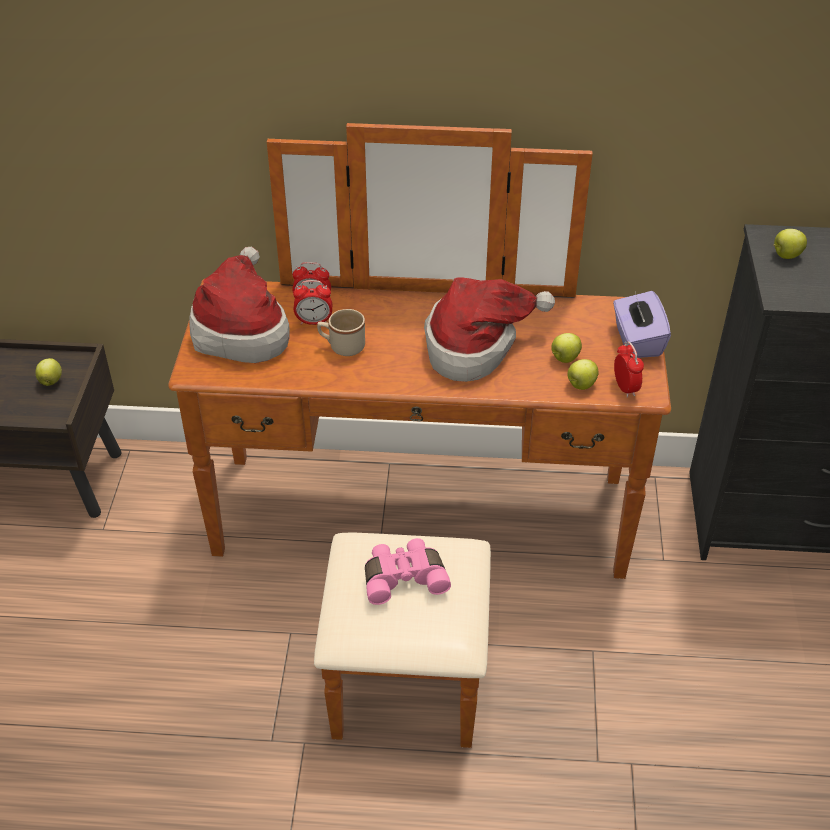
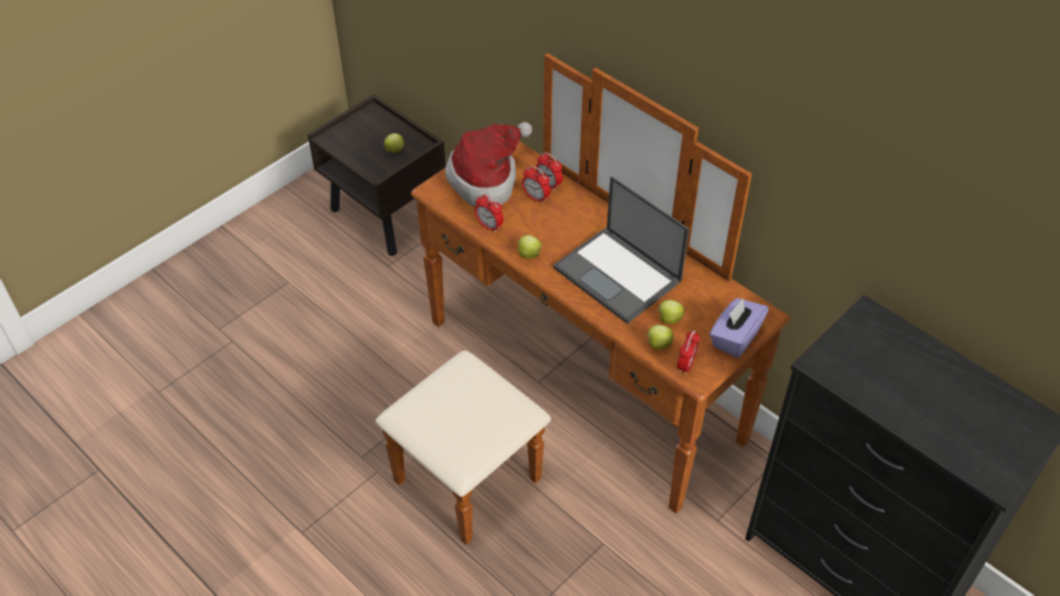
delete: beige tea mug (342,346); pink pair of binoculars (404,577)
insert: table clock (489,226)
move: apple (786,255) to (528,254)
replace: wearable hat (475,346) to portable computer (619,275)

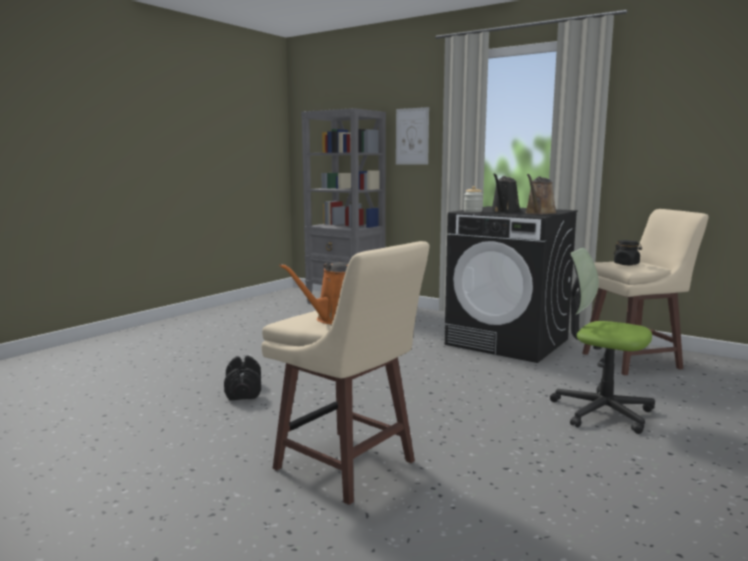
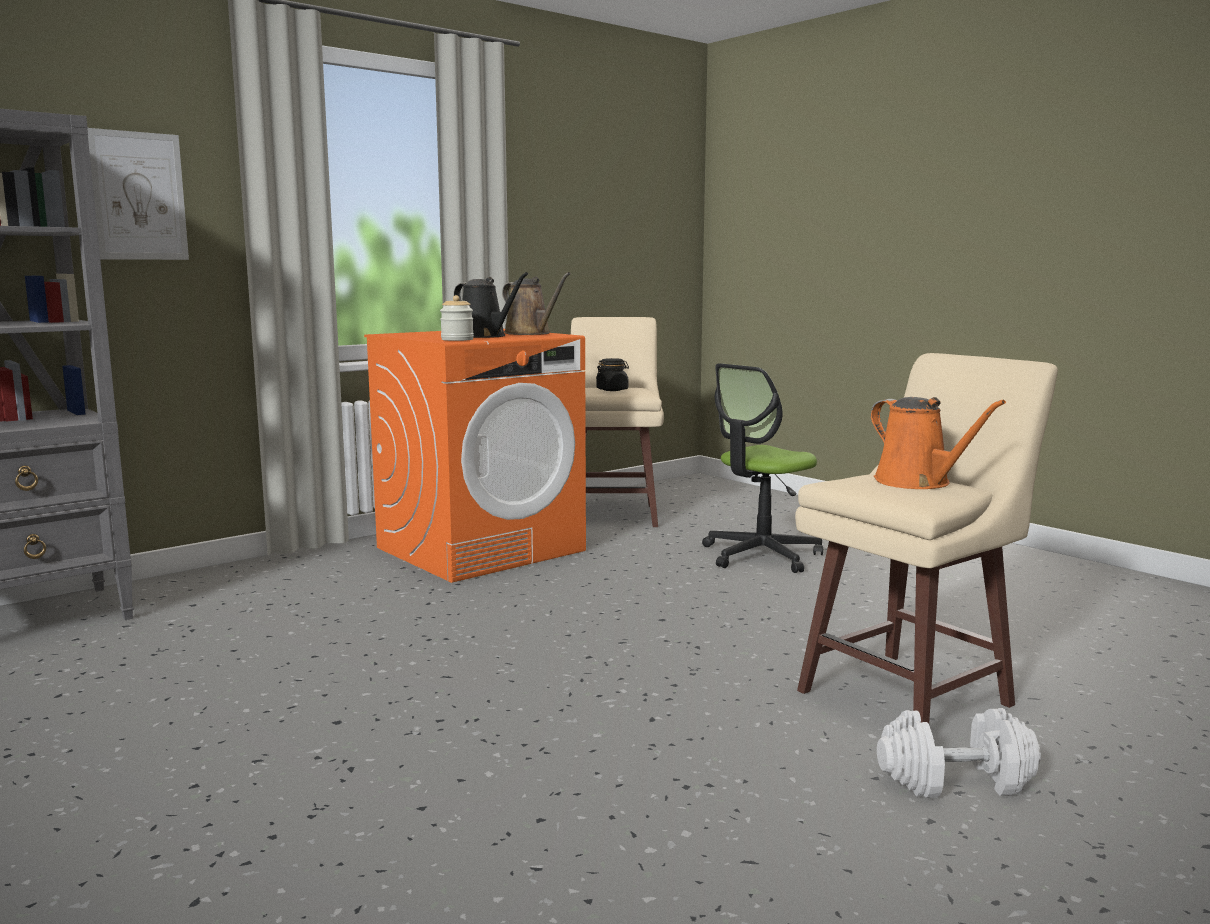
delete: black-coloured hand weight (243,391)
insert: white hand weight (955,780)
recolor: black-coloured laundry appliance (508,342) to orange laundry appliance (481,549)

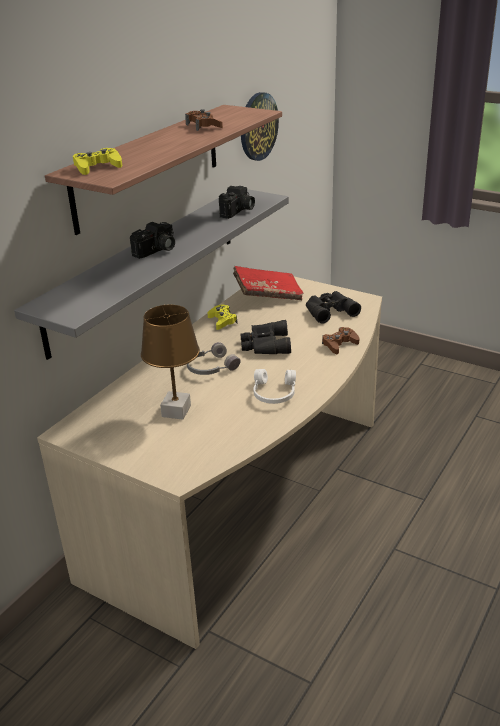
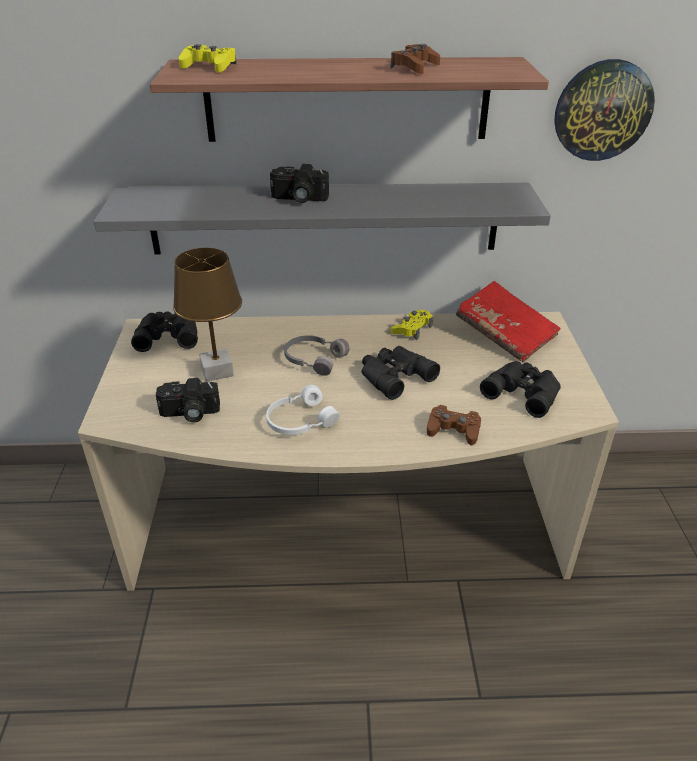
insert: black-coloured pair of binoculars (168,335)
move: still camera (238,211) to (189,413)

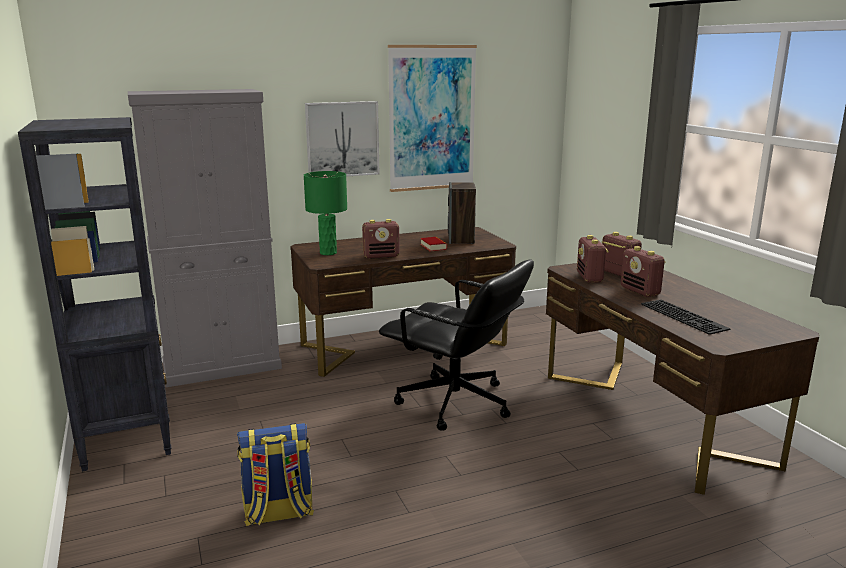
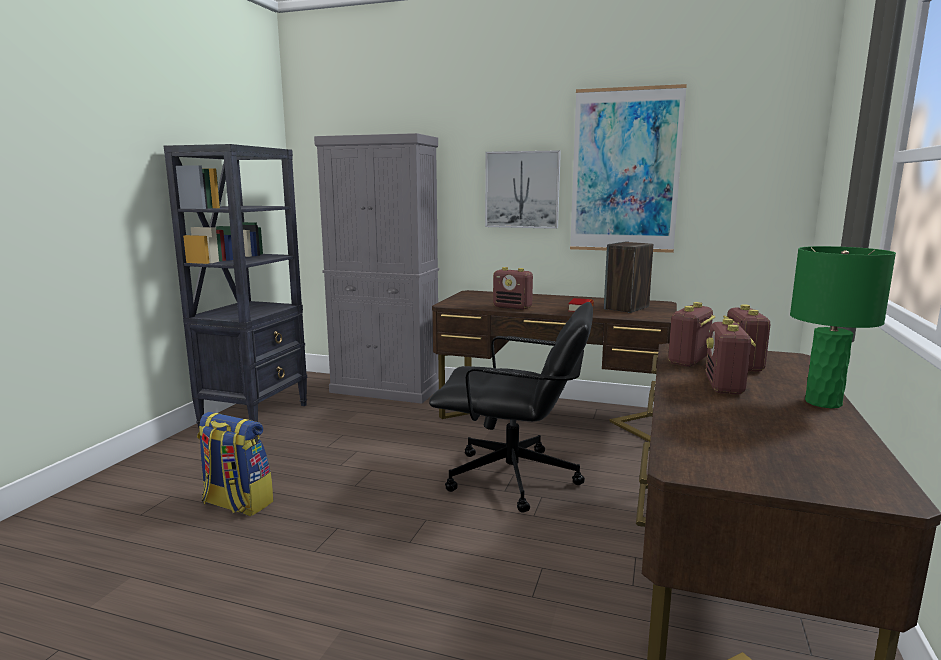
delete: computer keyboard (685,316)
move: greenish lamp for a table (328,253) to (823,402)
rotate: black-coloured computer chair (455,403) = (514,479) 60 degrees counterclockwise

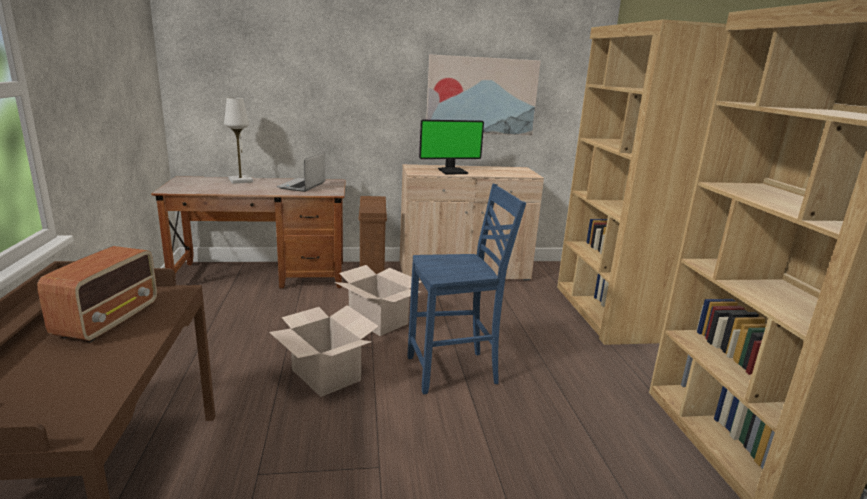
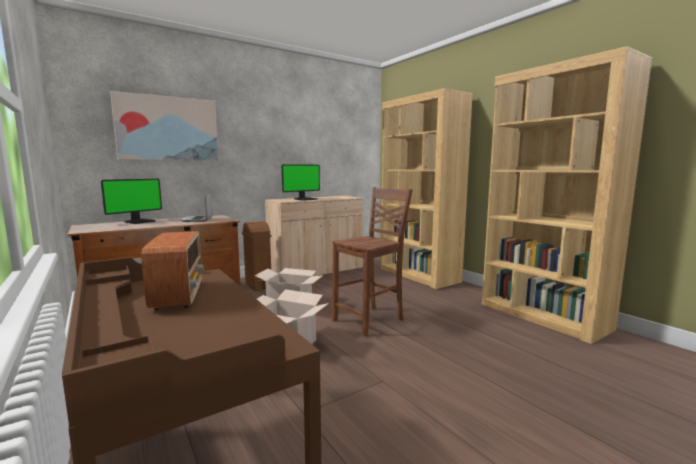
move: wall art (481,96) to (168,128)
replace: white lamp for a table (240,180) to monitor (139,221)
recolor: blue-coloured chair (454,371) to brown-coloured chair (370,320)

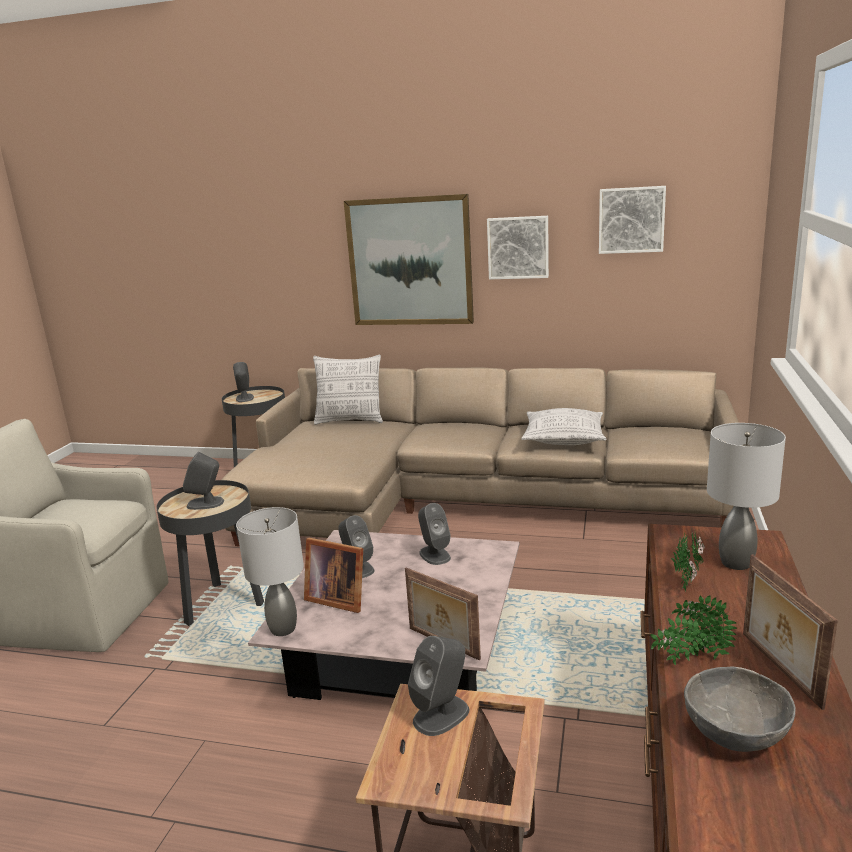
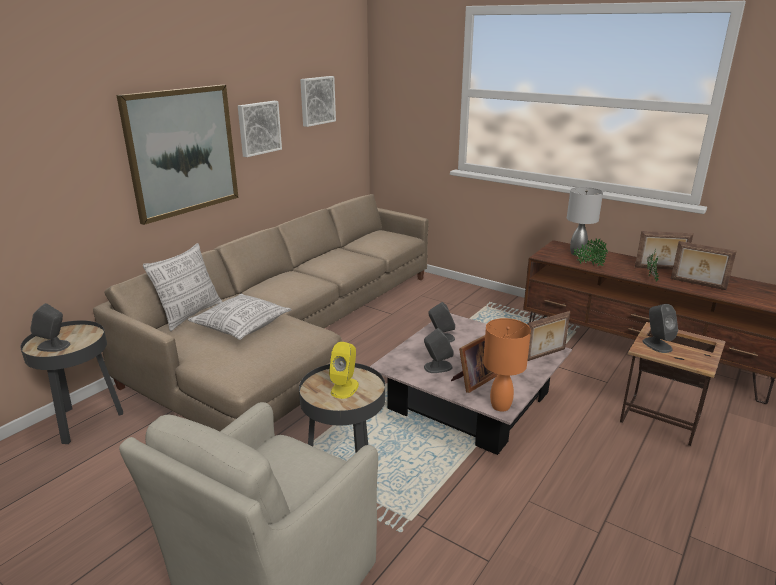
move: cushion (564,439) to (242,326)
replace: greyish deep dish (736,732) to picture frame (697,284)
recolor: greyish speaker (206,503) to yellowish speaker (345,388); greyish lamp for a table (283,629) to orange lamp for a table (501,406)

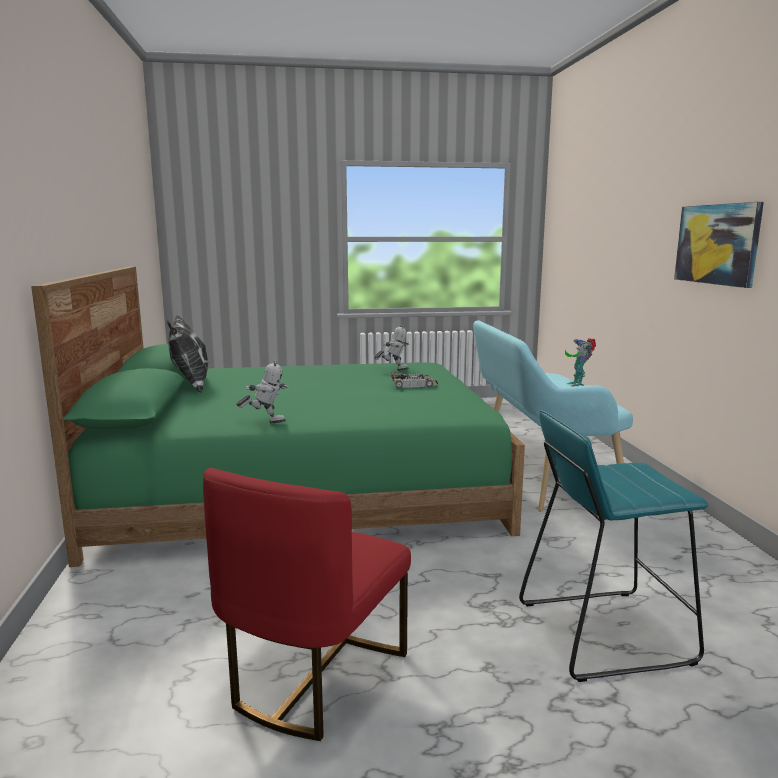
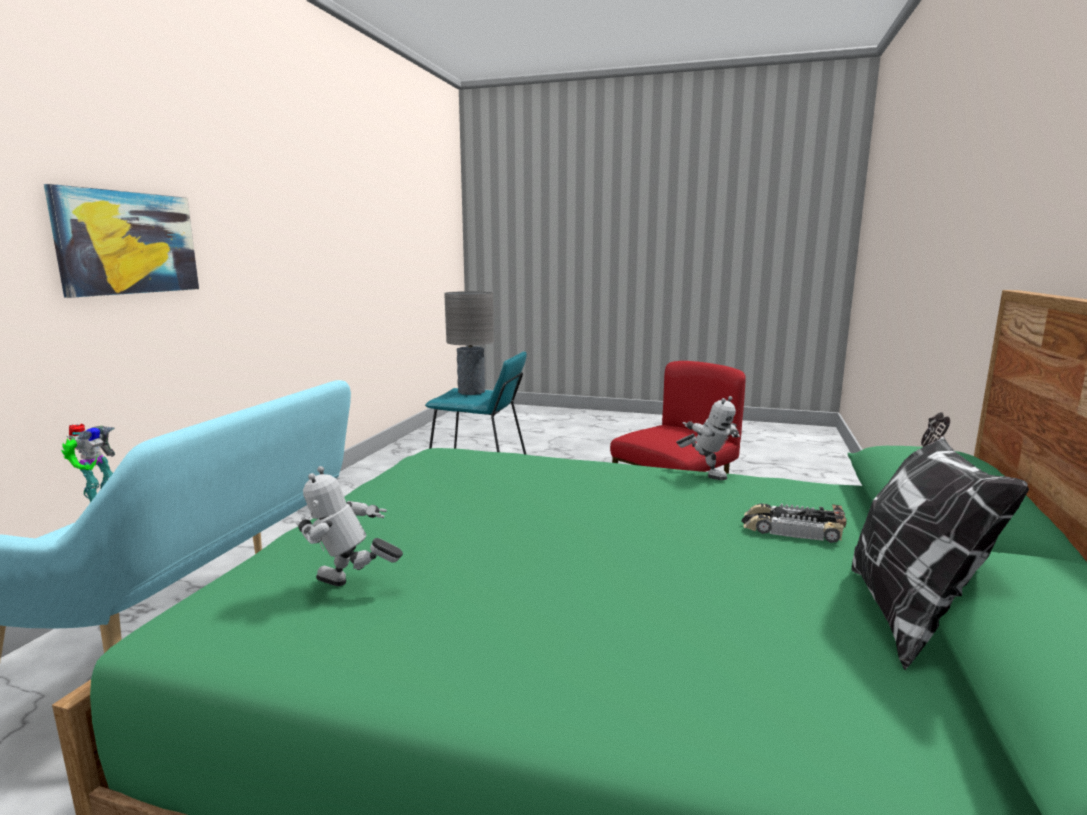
insert: greyish lamp for a table (471,392)
move: toy car (414,385) to (791,529)
rotate: robot figure (265,422) = (707,474) 150 degrees counterclockwise

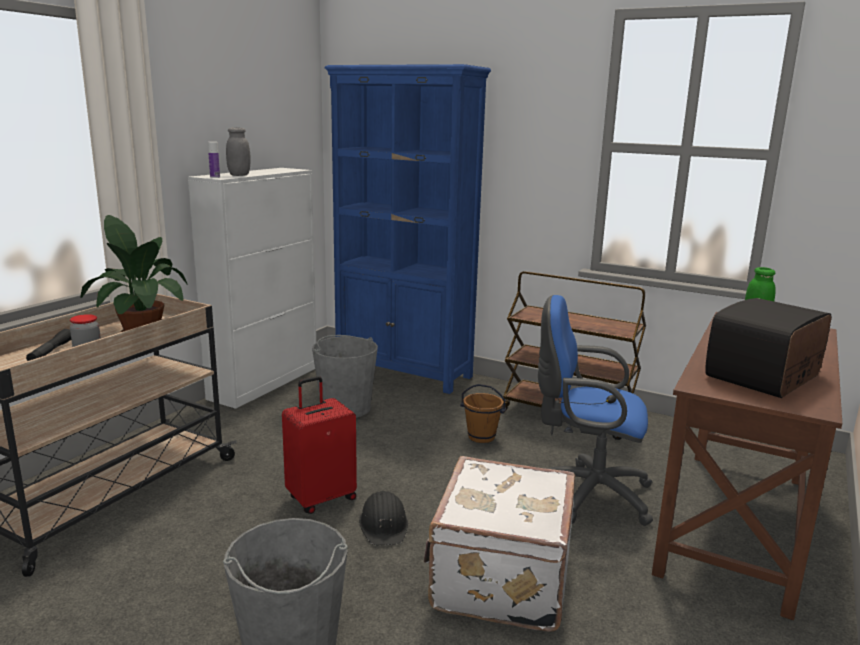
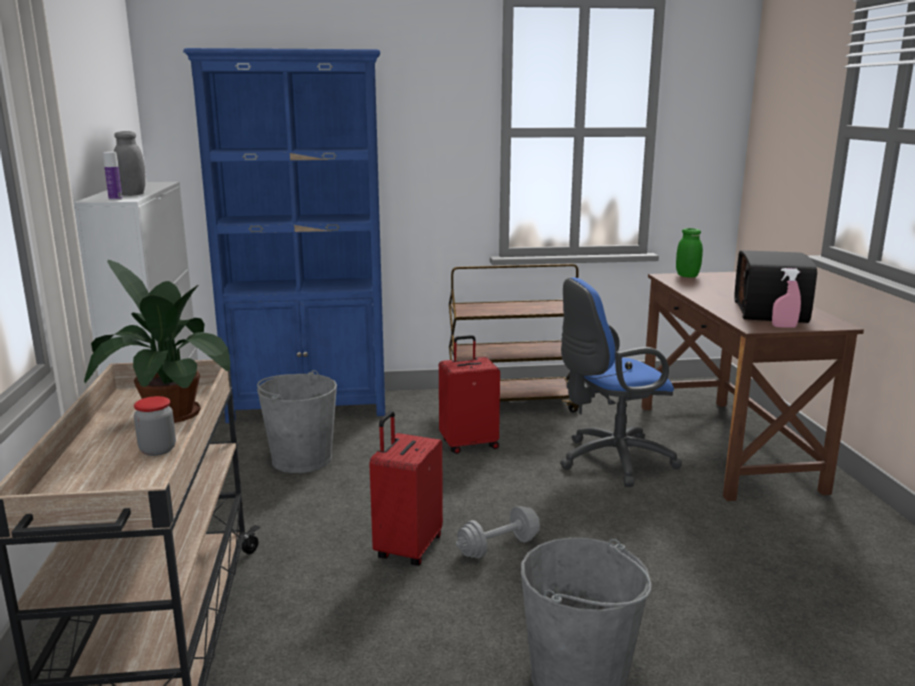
delete: black-coloured torch (51,352); white suitcase (498,579)
insert: pink sprayer (784,327)
replace: brown-coloured pail (481,437) to red-coloured suitcase (469,444); black-coloured safety helmet (384,525) to greyish hand weight (498,547)

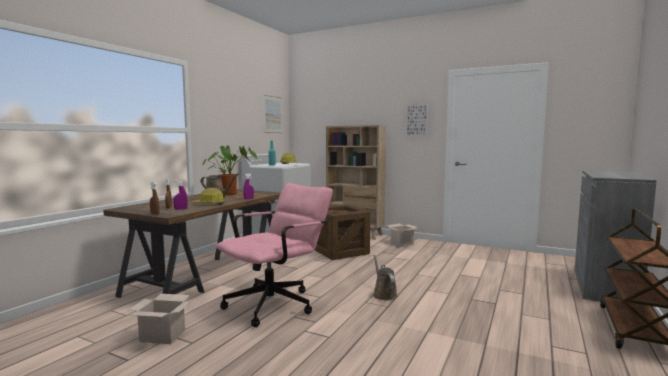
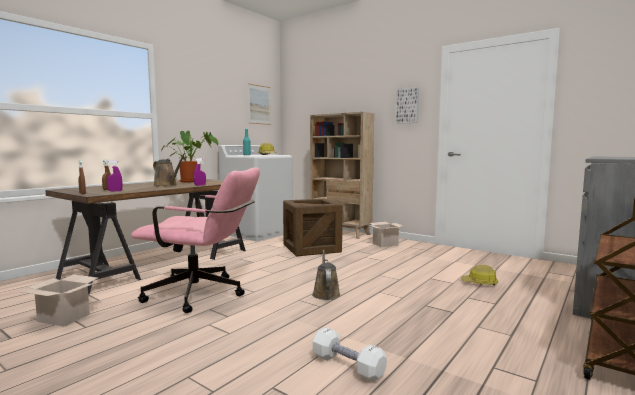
insert: white hand weight (347,366)
move: safety helmet (209,204) to (479,283)
rotate: pink computer chair (277,303) = (203,294) 45 degrees clockwise

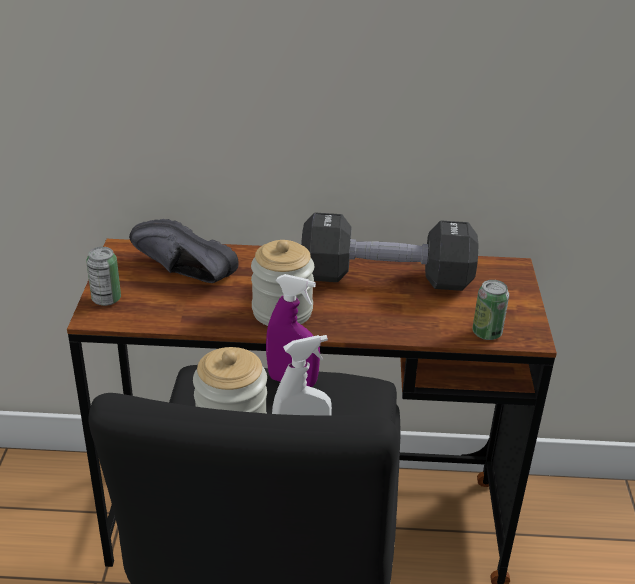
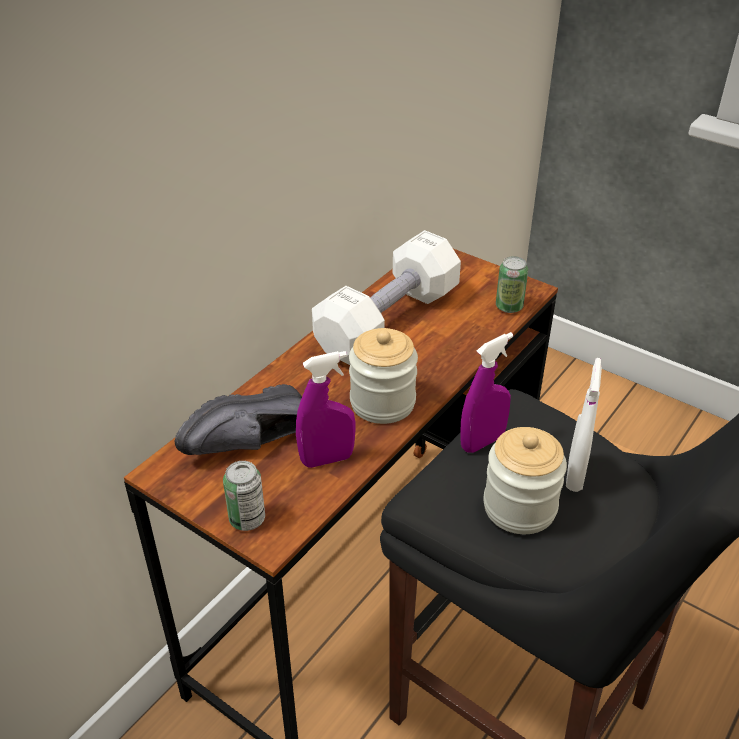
insert: purplish sprayer (327,459)
recolor: black-coloured hand weight (386,278) to white hand weight (388,321)

